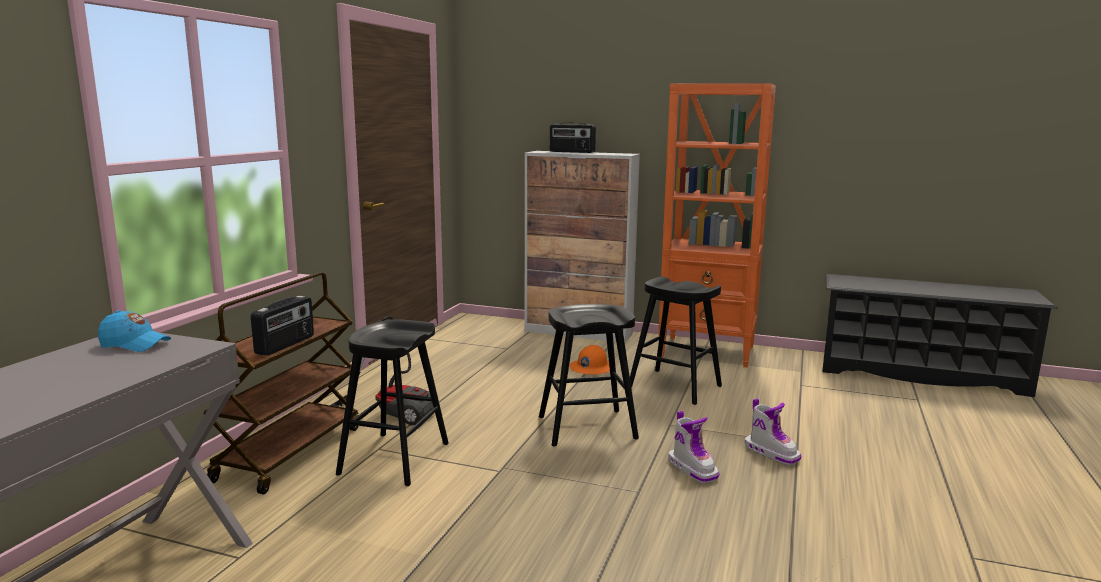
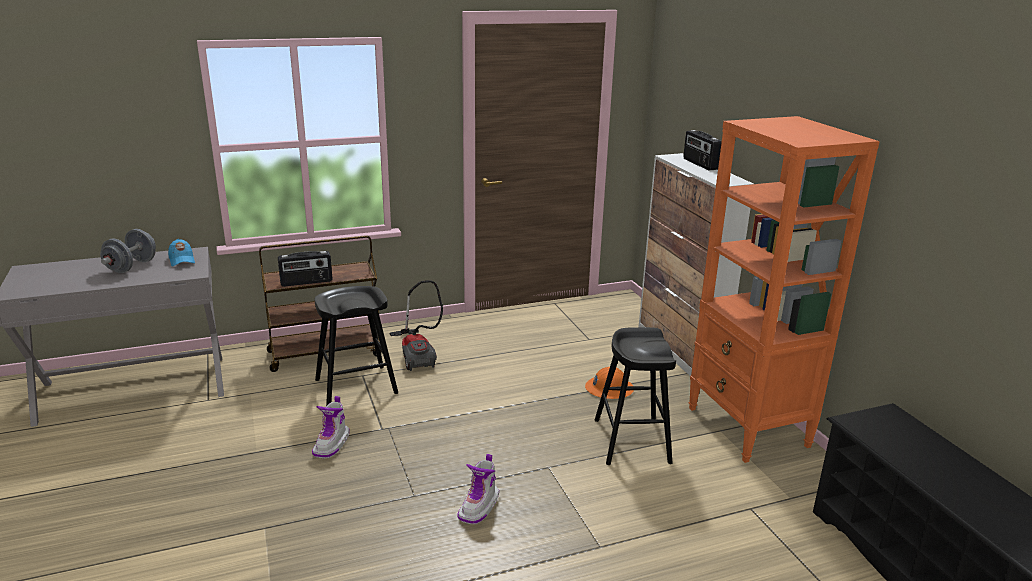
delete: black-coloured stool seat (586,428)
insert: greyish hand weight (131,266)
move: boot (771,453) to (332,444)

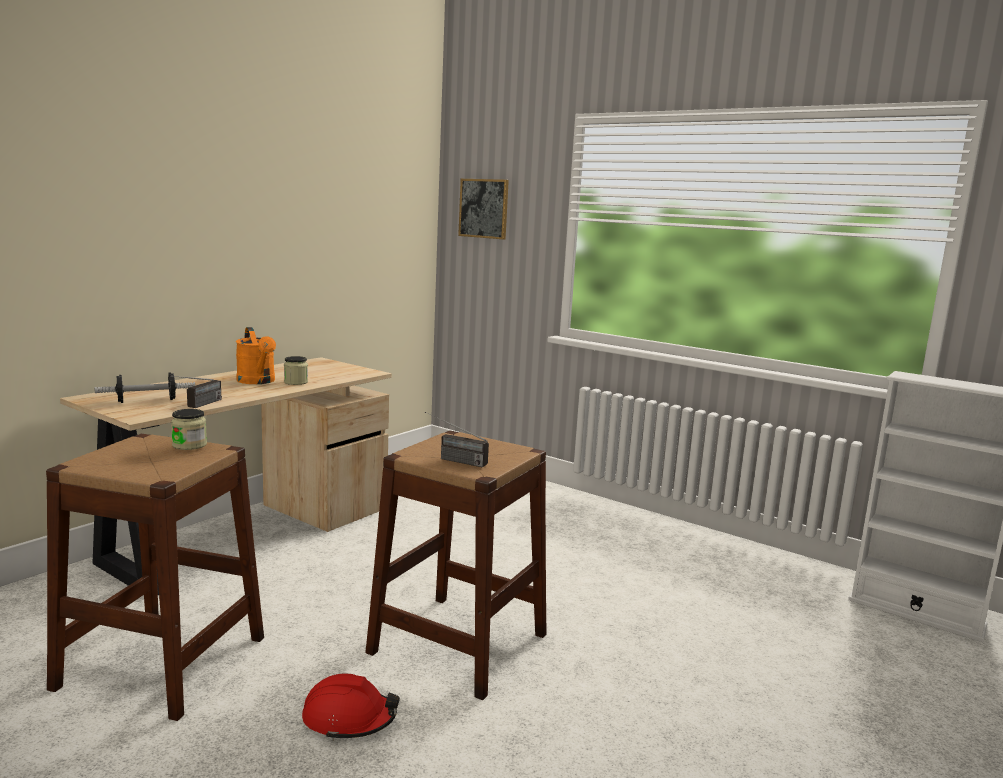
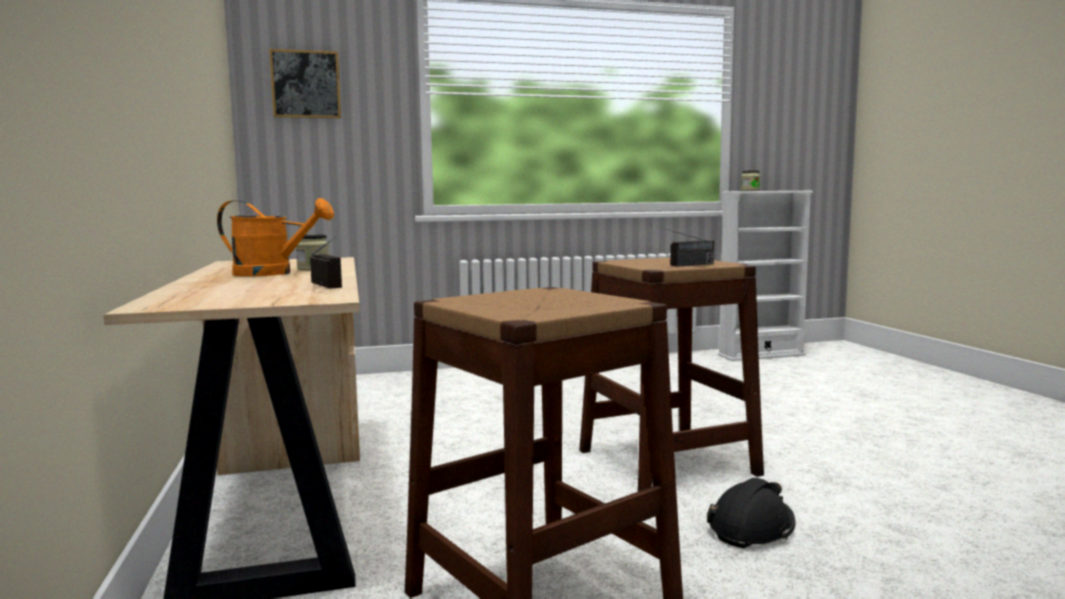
delete: hand weight (147,401)
move: preserve jar (189,445) to (750,190)
recolor: red-coloured safety helmet (349,719) to black-coloured safety helmet (752,528)

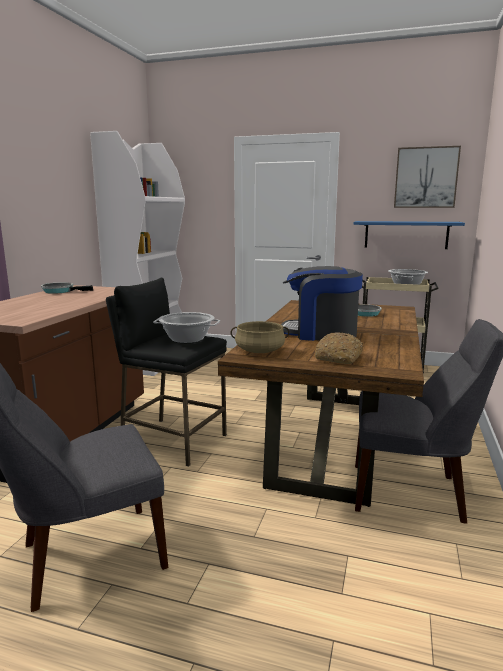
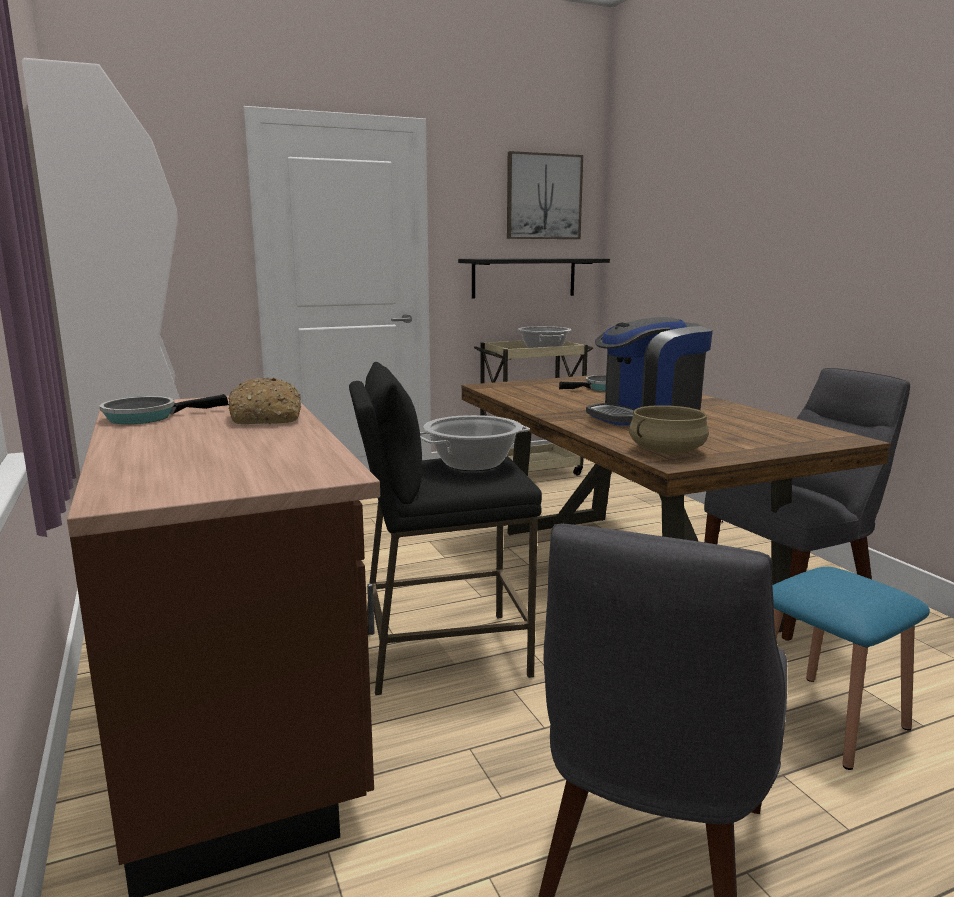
insert: blue-coloured stool seat (827,719)
move: baked bread (339,357) to (267,418)
recolor: blue-coloured wall shelf (406,234) to black-coloured wall shelf (524,277)

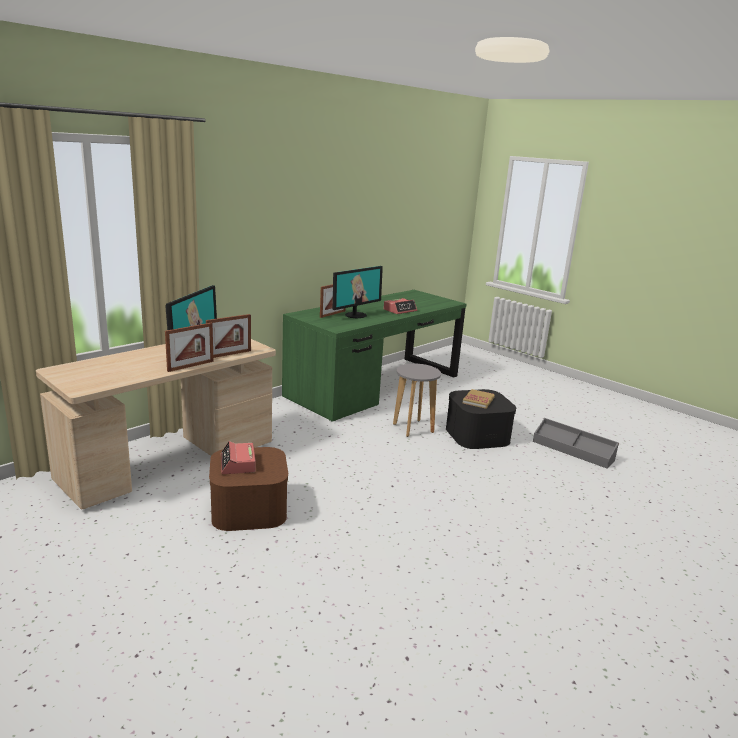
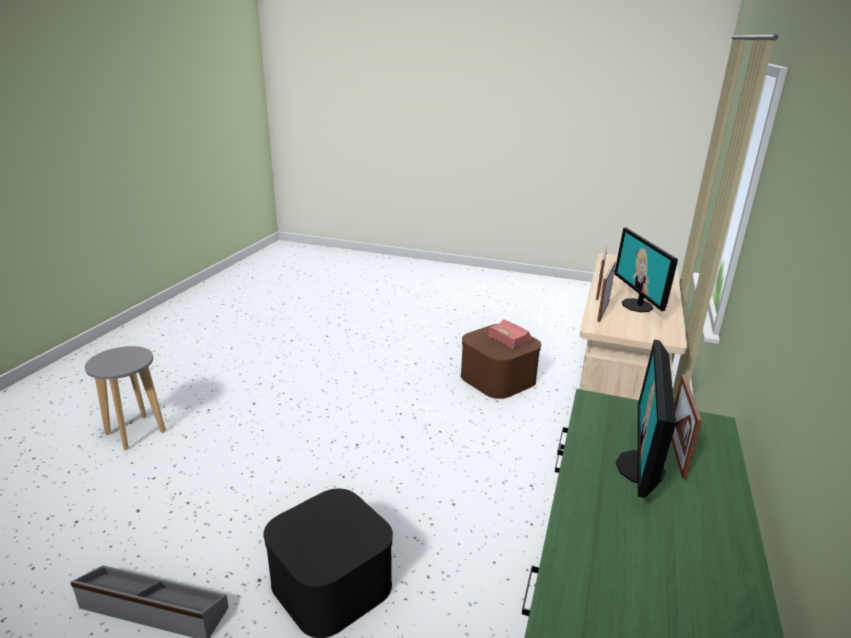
delete: table clock (400,310); bound book (478,400)
move: greyish stool seat (413,428) to (135,432)

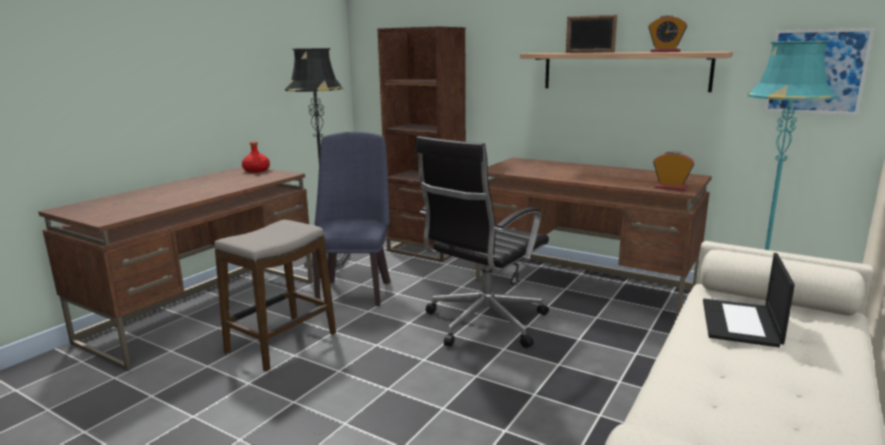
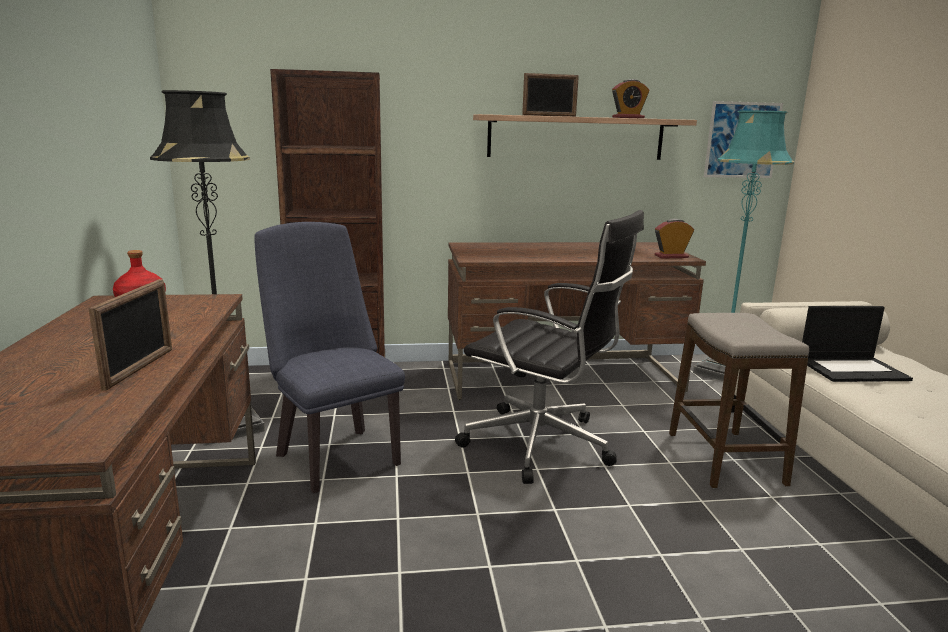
insert: picture frame (140,368)
move: stool seat (282,343) to (725,458)
rotate: black-coloured computer chair (483,323) = (542,445) 60 degrees counterclockwise; portable computer (741,323) = (853,369) 75 degrees counterclockwise

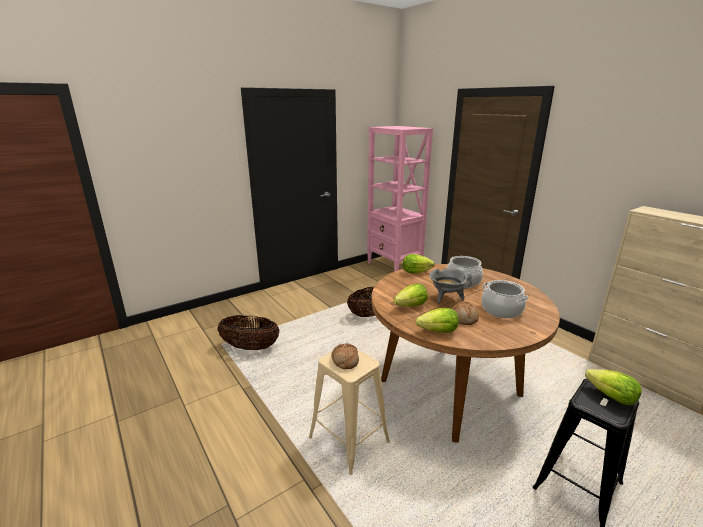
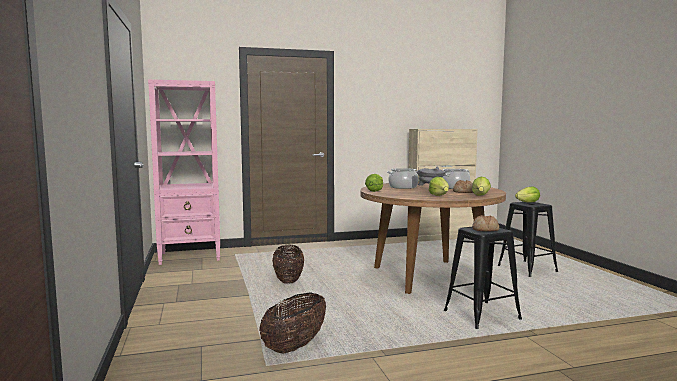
recolor: beige stool seat (349,440) to black-coloured stool seat (482,315)

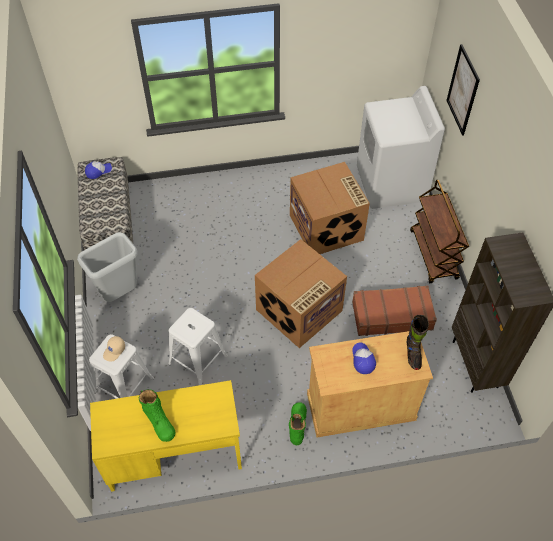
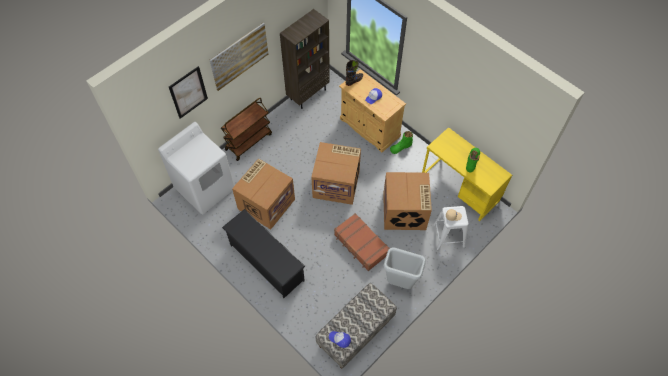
insert: wall art (239,56); black-coloured shoe rack (266,262)
move: brown-coloured suitcase (391,315) to (361,245)
replace: white stool seat (198,359) to cardboard box (405,212)

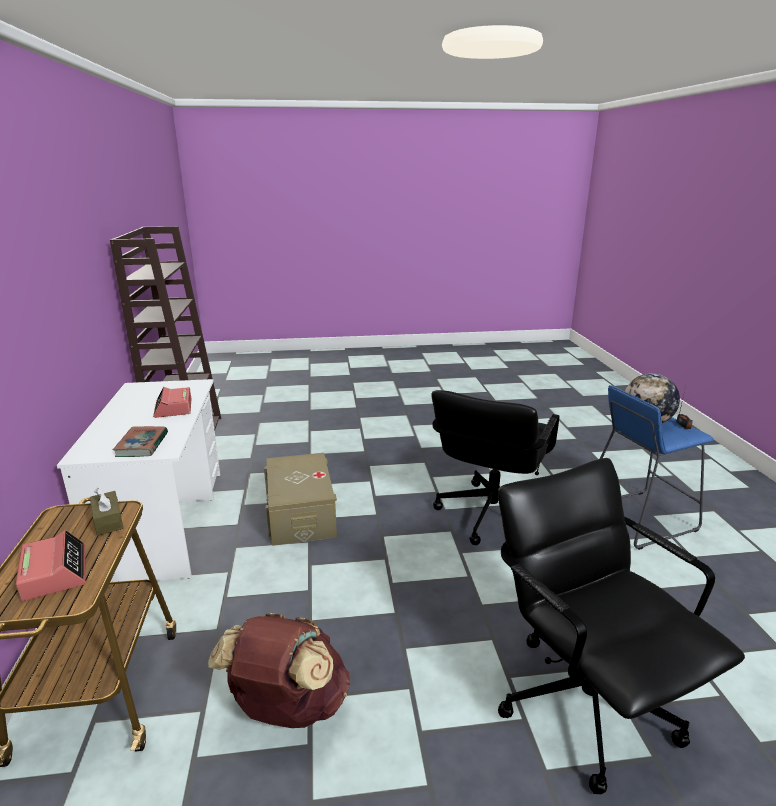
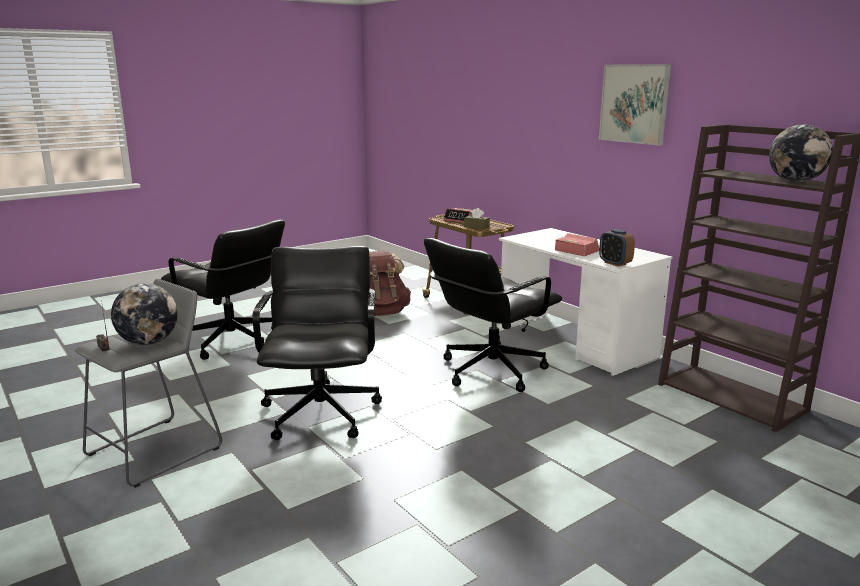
delete: bound book (142,445)
insert: wall art (634,104); table clock (615,263); globe (795,181)
replace: beige storage container (301,514) to black-coloured computer chair (490,370)
recolor: blue-coloured stool seat (638,518) to greyish stool seat (155,451)

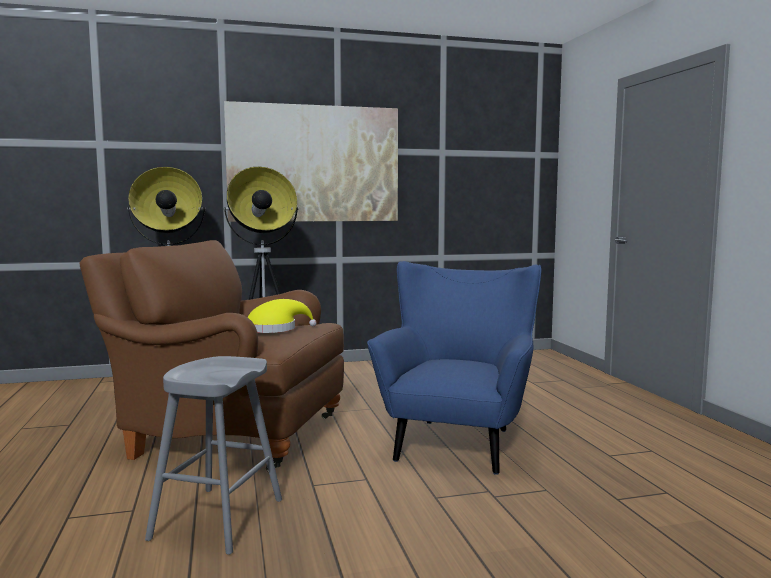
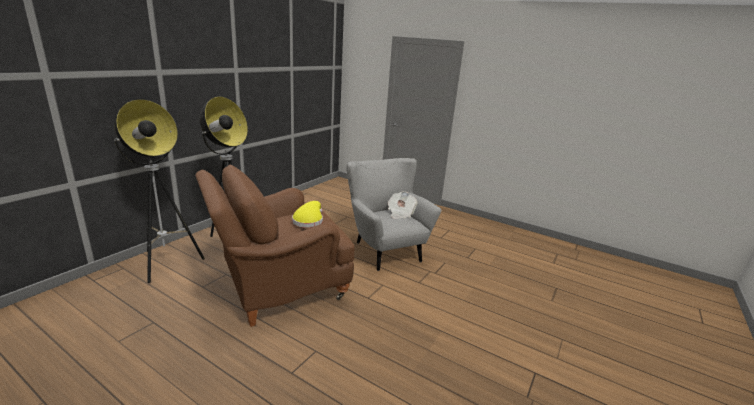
delete: greyish stool seat (217,519); wall art (314,164)
insert: daily paper (400,213)
recolor: blue-coloured armchair (458,441) to greyish armchair (384,249)

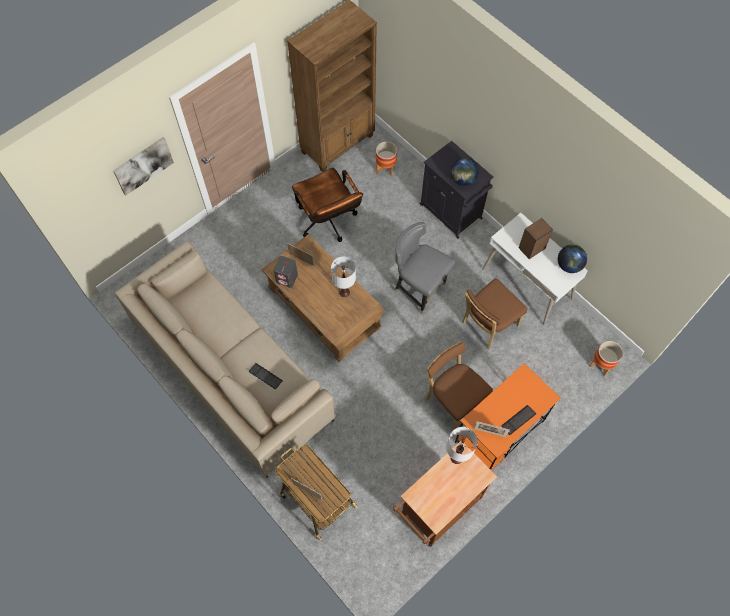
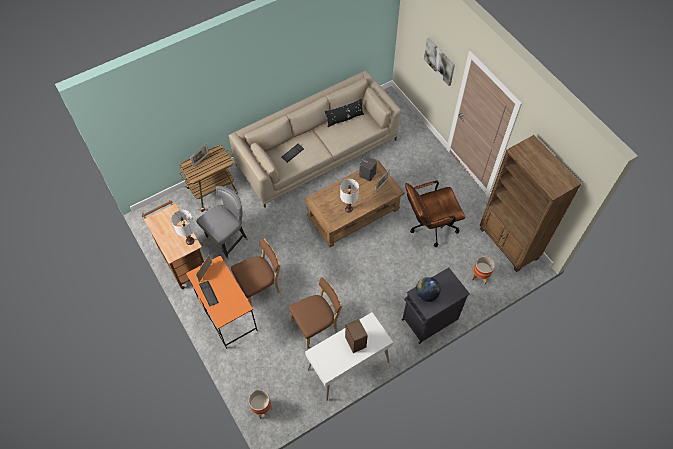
delete: globe (569,265)
insert: black-coloured cushion (344,118)
move: greyish chair (419,289) to (228,240)
rotate: brown-coloured chair (487,325) = (316,325) 90 degrees clockwise

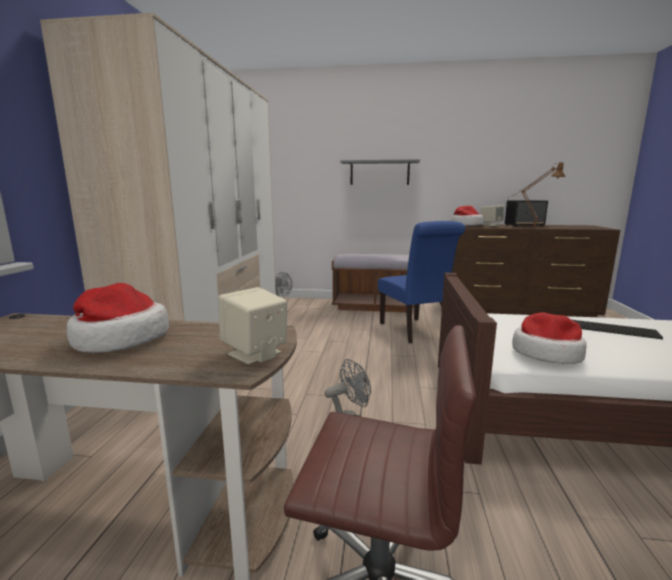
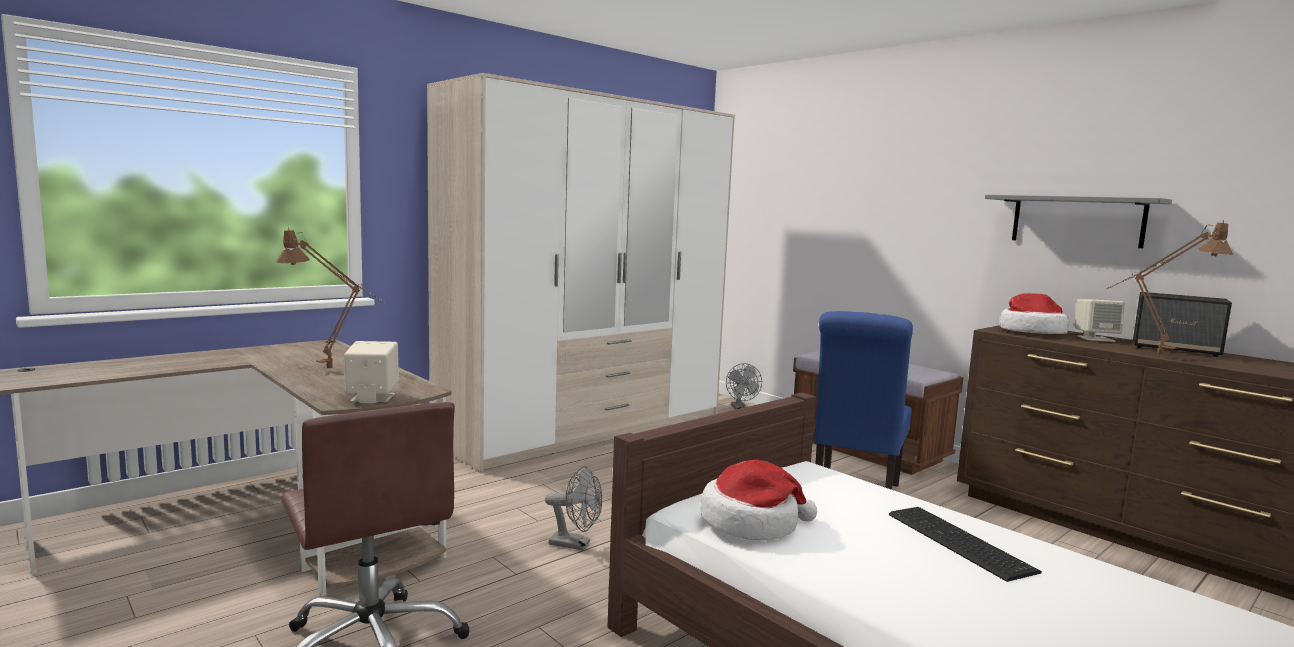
move: greyish wall shelf (379,173) to (1077,220)
replace: wearable hat (119,339) to brown-coloured lamp for a table (336,369)

